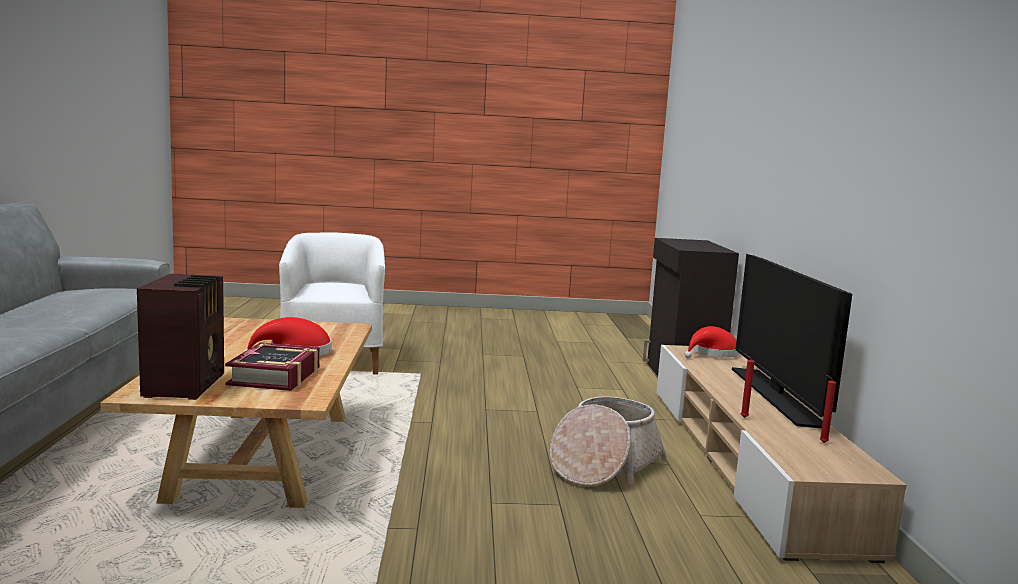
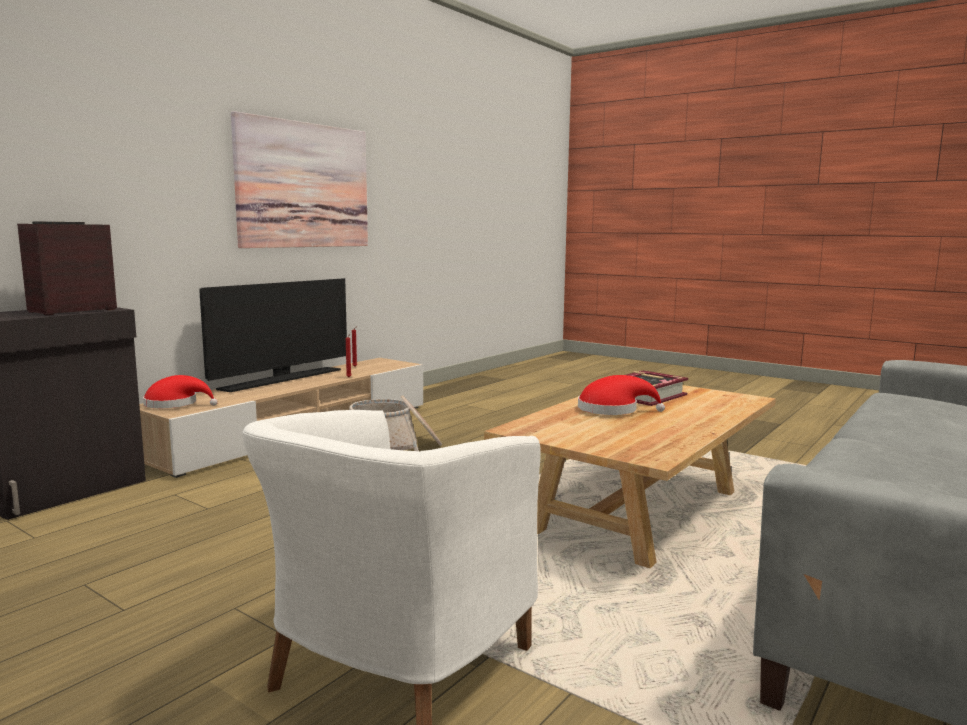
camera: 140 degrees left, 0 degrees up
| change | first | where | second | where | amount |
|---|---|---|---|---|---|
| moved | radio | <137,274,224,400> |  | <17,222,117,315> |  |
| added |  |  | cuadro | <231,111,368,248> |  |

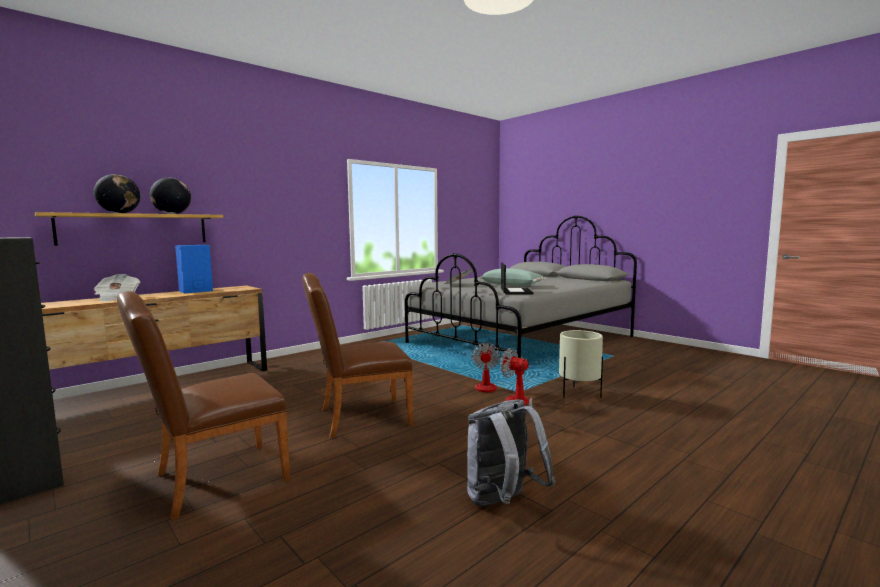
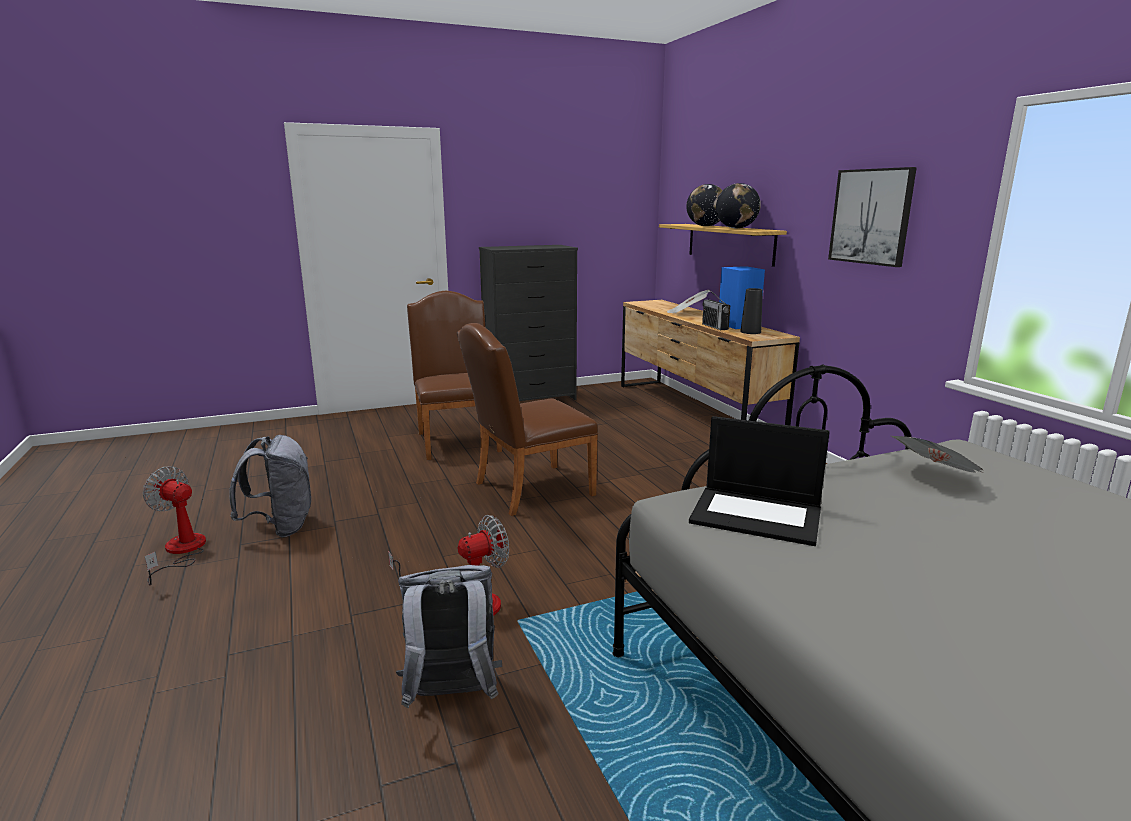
camera: 110 degrees right, 10 degrees up
| change | first | where | second | where | amount |
|---|---|---|---|---|---|
| turned | silla [marrón] | <302,273,413,438> |  | <457,323,598,516> | 120 degrees counterclockwise |
| moved | ventilador | <472,342,527,392> |  | <143,466,206,585> |  |
| removed | cojín [verde] | <480,268,546,286> |  |  |  |
| replaced | maceta [beis] | <559,330,603,398> | mochila [gris] | <396,565,502,708> |  |
| added |  |  | radio | <702,291,730,330> |  |
| added |  |  | florero [negro] | <740,288,763,334> |  |
| added |  |  | cuadro | <828,167,917,267> |  |

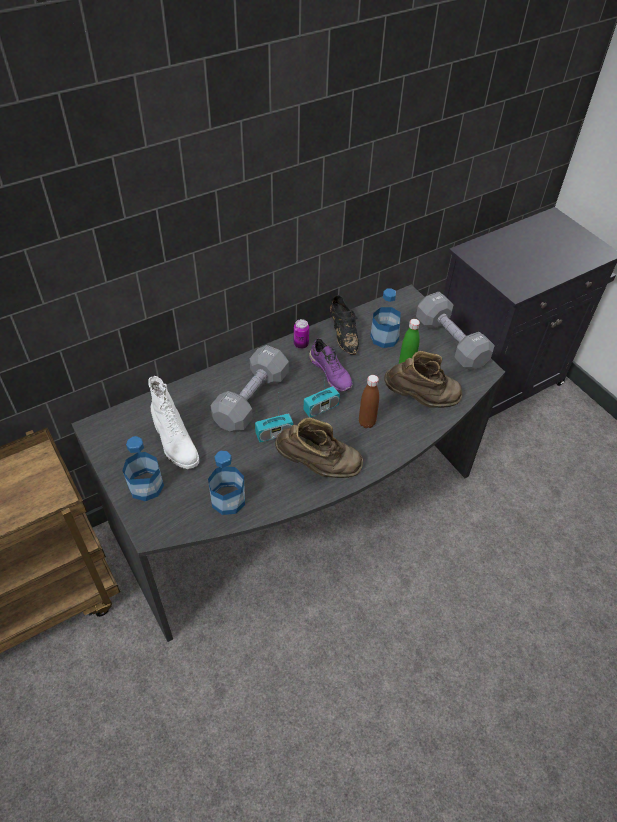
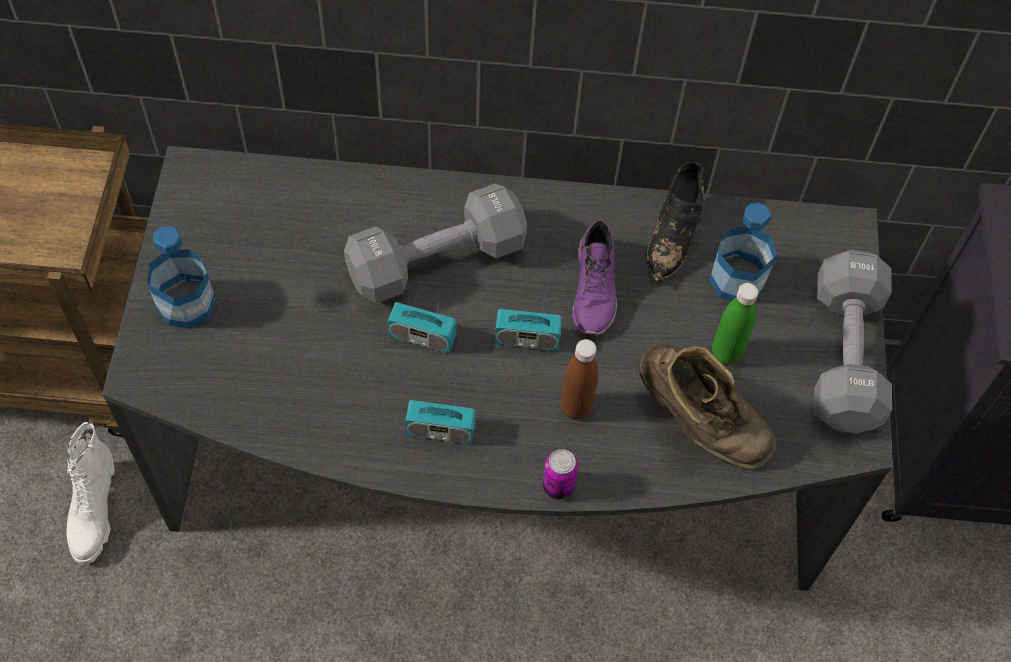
camera: 35 degrees right, 10 degrees up
| change | first | where | second | where | amount |
|---|---|---|---|---|---|
| moved | bota [blanco] | <149,376,199,469> |  | <66,422,115,564> |  |
| removed | botella | <208,451,245,515> |  |  |  |
| replaced | bota [marrón] | <275,417,363,478> | radio | <405,388,476,444> |  |
| moved | lata | <294,319,309,349> |  | <543,449,578,499> |  |

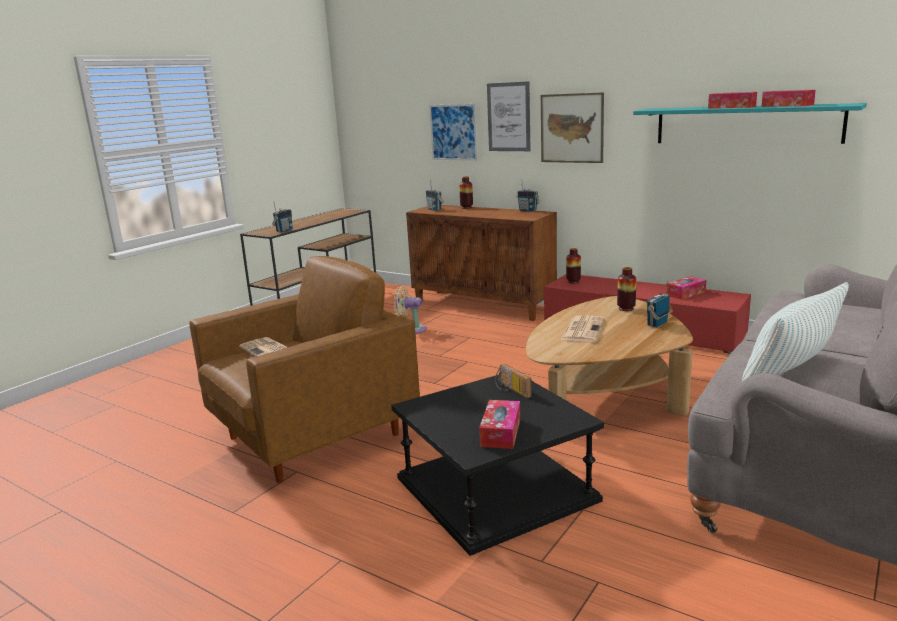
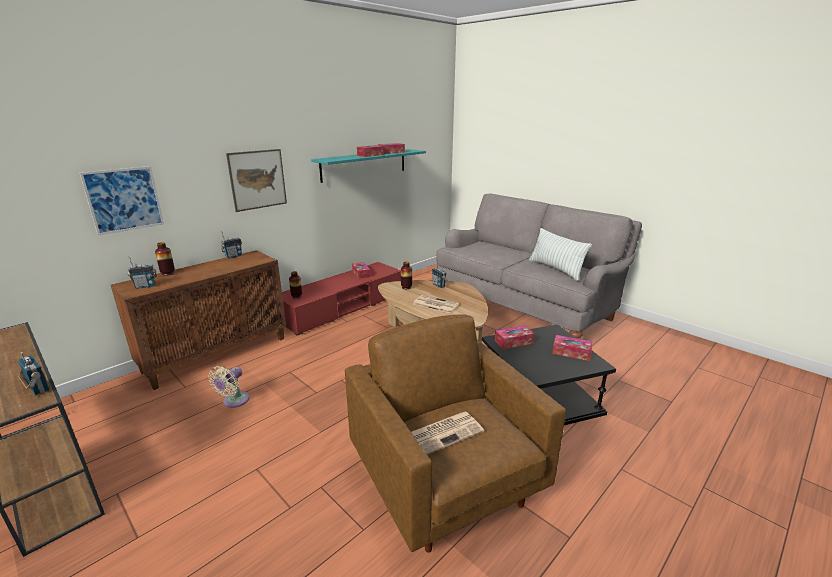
camera: 80 degrees left, 5 degrees up
| change | first | where | second | where | amount |
|---|---|---|---|---|---|
| removed | cuadro | <487,81,531,151> |  |  |  |
| replaced | radio | <495,364,532,398> | caja de pañuelos | <495,325,535,349> |  |

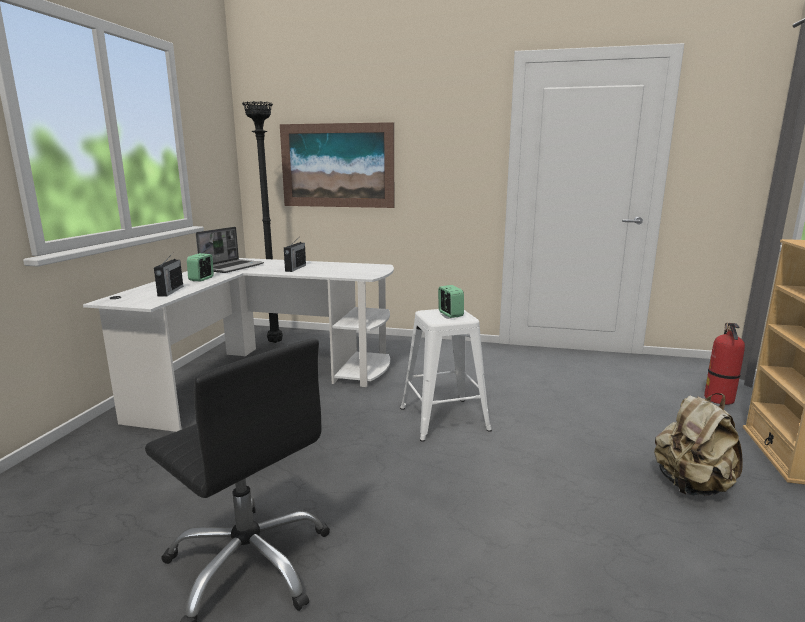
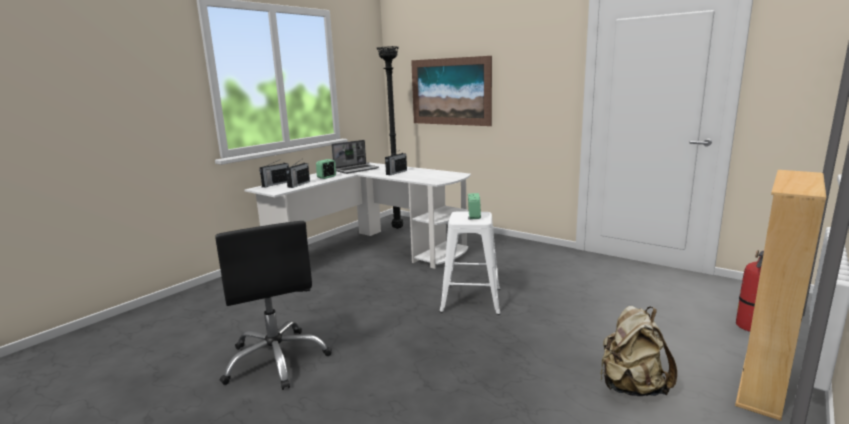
camera: 25 degrees right, 0 degrees up
| change | first | where | second | where | amount |
|---|---|---|---|---|---|
| added |  |  | radio | <259,160,289,187> |  |

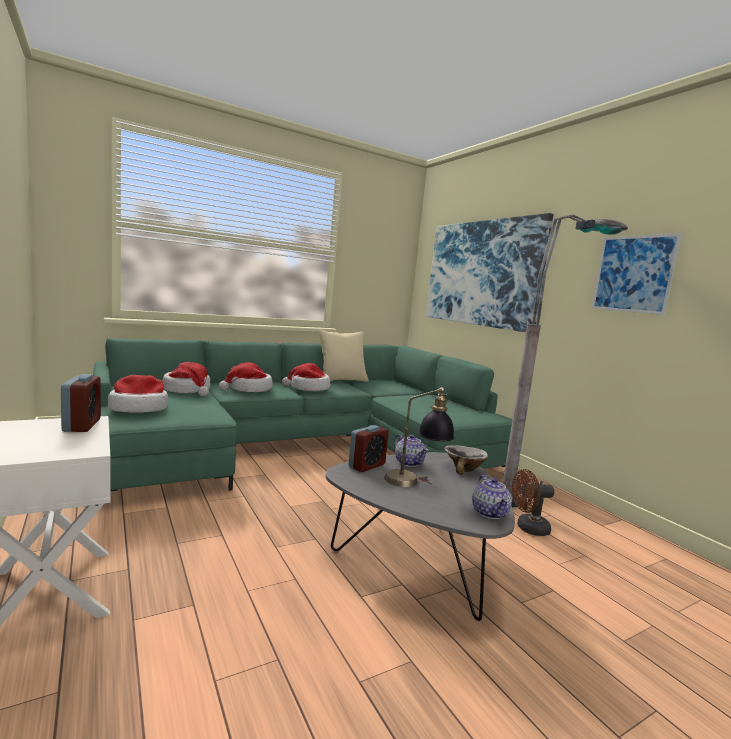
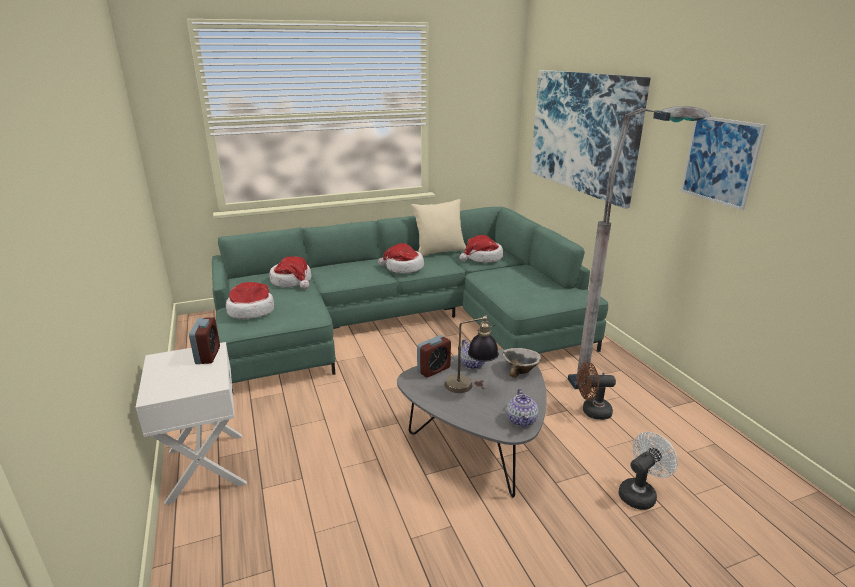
camera: 10 degrees right, 15 degrees up
| change | first | where | second | where | amount |
|---|---|---|---|---|---|
| moved | sombrero | <219,362,273,392> |  | <459,235,503,263> |  |
| added |  |  | ventilador [blanco] | <619,432,678,510> |  |

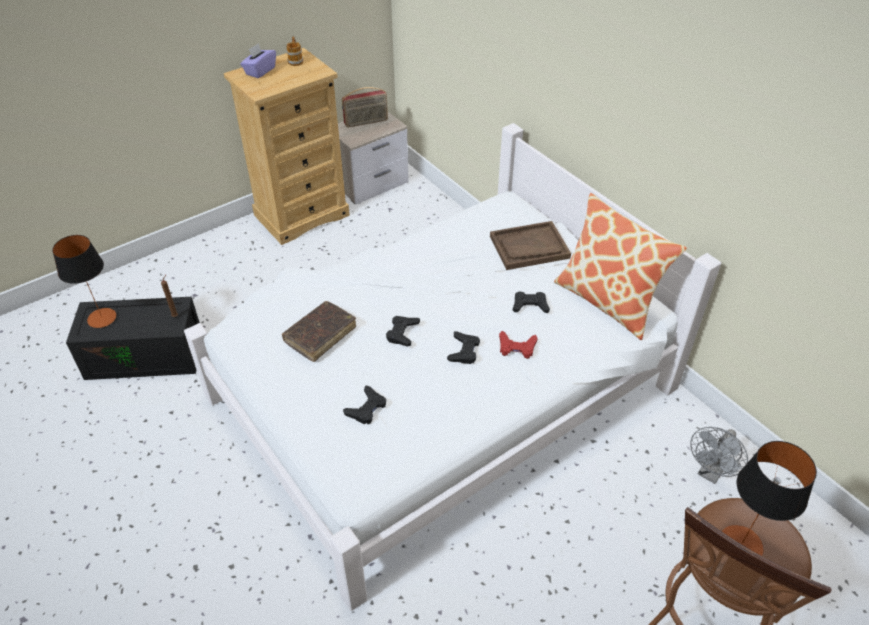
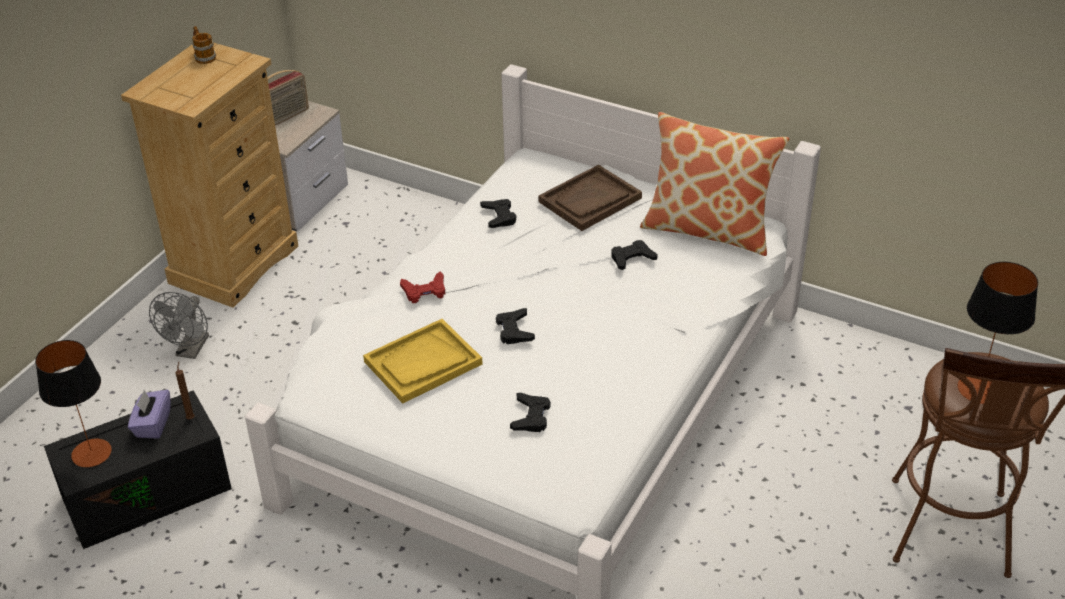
camera: 25 degrees left, 5 degrees down
| change | first | where | second | where | amount |
|---|---|---|---|---|---|
| moved | caja de pañuelos [morado] | <240,43,276,78> |  | <128,390,171,439> |  |
| replaced | libro [marrón] | <282,301,356,362> | bandeja [amarillo] | <363,319,483,403> |  |
| moved | mando de consola [negro] | <447,332,480,364> |  | <480,199,517,228> |  |
| moved | mando de consola [rojo] | <499,331,538,359> |  | <400,272,445,303> |  |
| moved | ventilador [gris] | <690,427,748,484> |  | <149,292,209,359> |  |

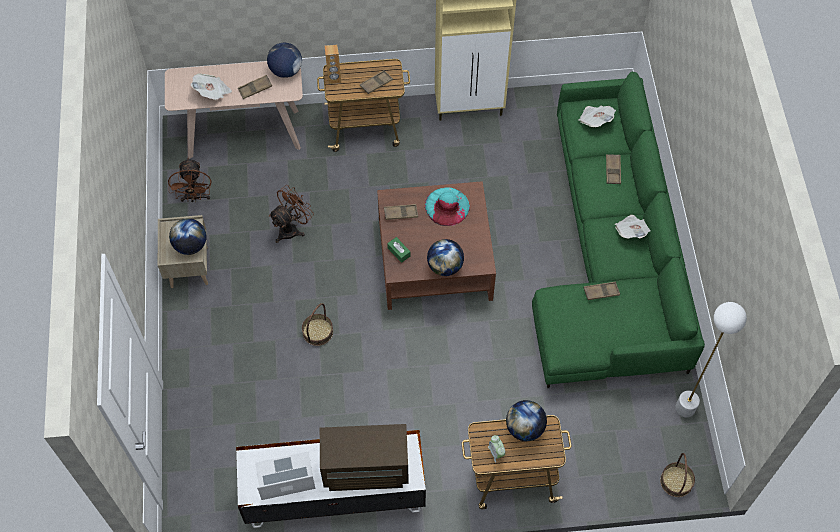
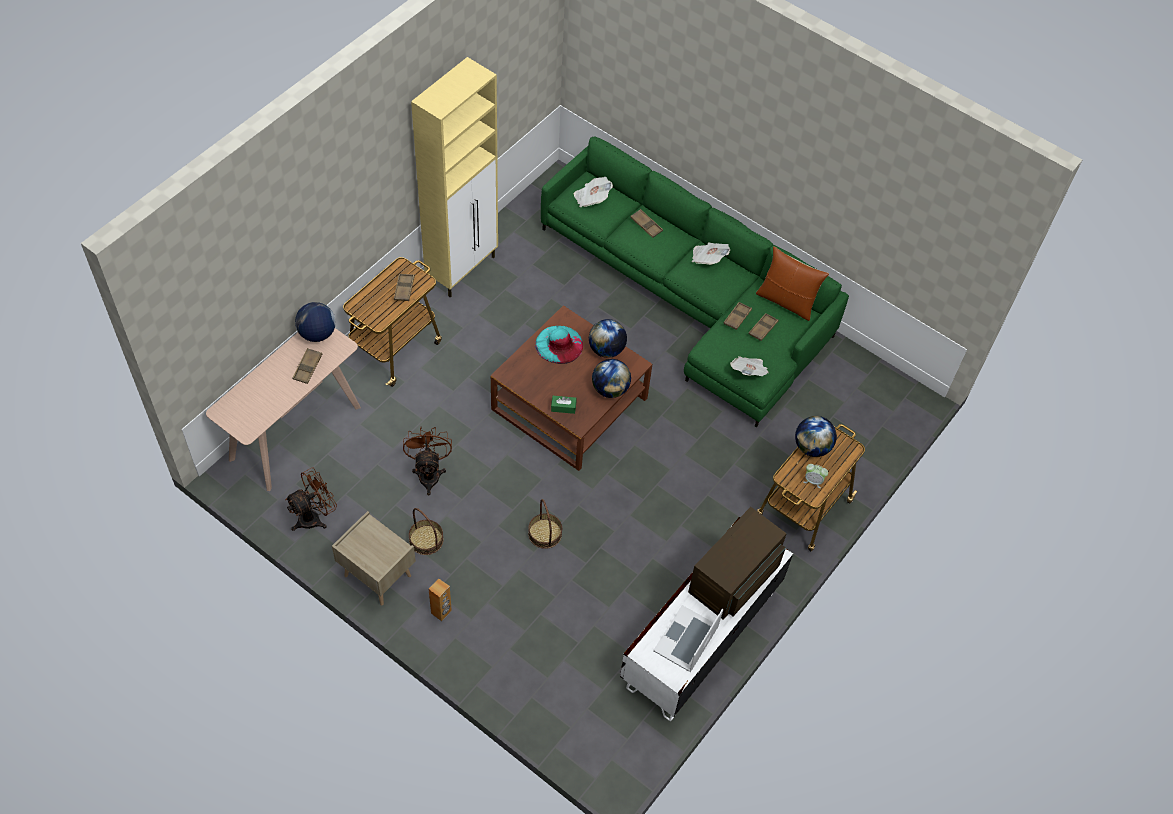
camera: 50 degrees left, 5 degrees down
| change | first | where | second | where | amount |
|---|---|---|---|---|---|
| turned | ventilador [marrón] | <168,158,211,202> |  | <285,467,337,531> | 75 degrees counterclockwise |
| moved | globo terráqueo | <169,218,207,255> |  | <589,319,627,358> |  |
| moved | periódico | <190,73,232,100> |  | <730,356,769,376> |  |
| moved | altavoz [marrón] | <325,45,341,84> |  | <429,578,452,621> |  |
| moved | bandeja [marrón] | <384,204,418,220> |  | <748,313,779,341> |  |
| moved | cesta | <660,453,695,497> |  | <409,508,444,555> |  |
| removed | lámpara de pie [blanco] | <675,302,747,417> |  |  |  |
| added |  |  | cojín [marrón] | <756,246,829,321> |  |

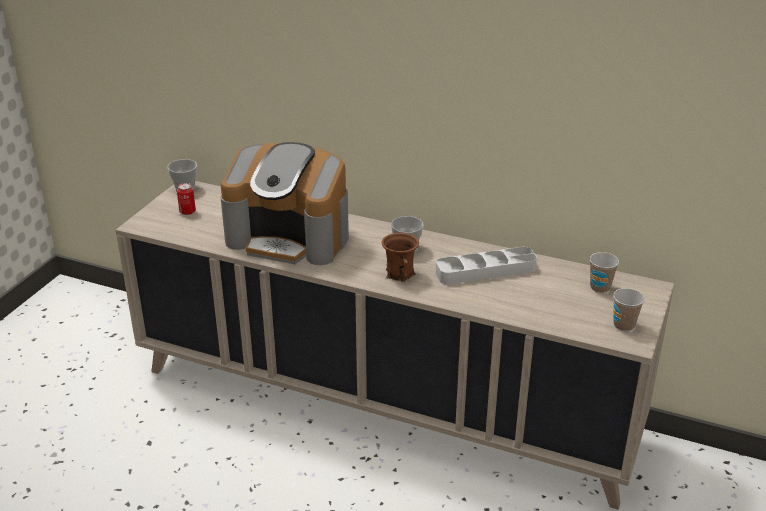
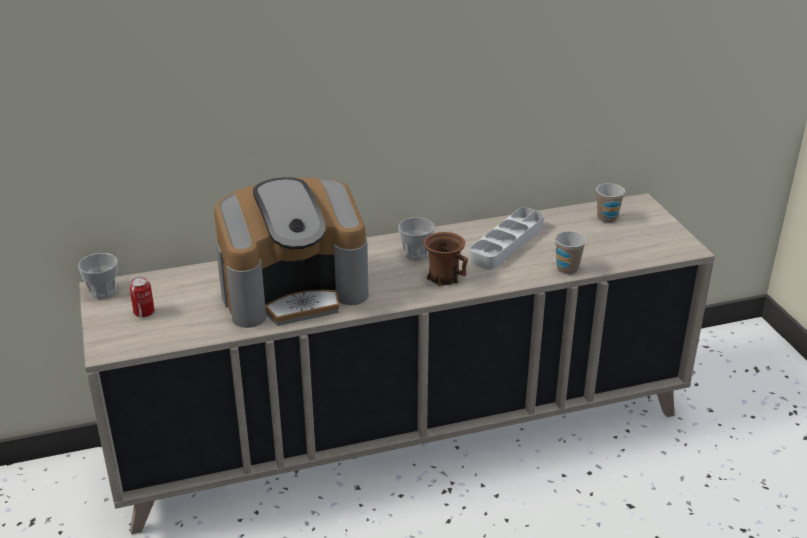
camera: 40 degrees left, 0 degrees up
| change | first | where | second | where | amount |
|---|---|---|---|---|---|
| moved | taza | <613,288,645,331> |  | <555,231,586,275> |  |

